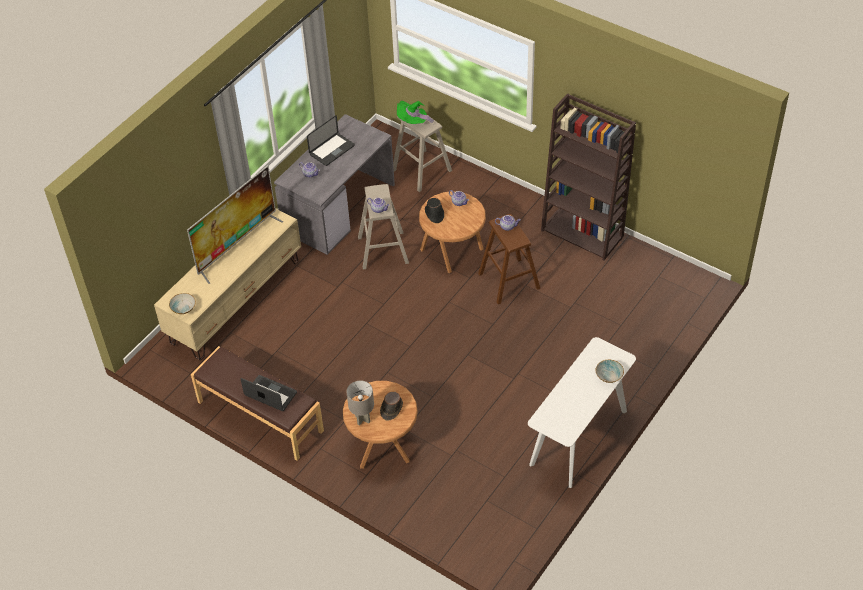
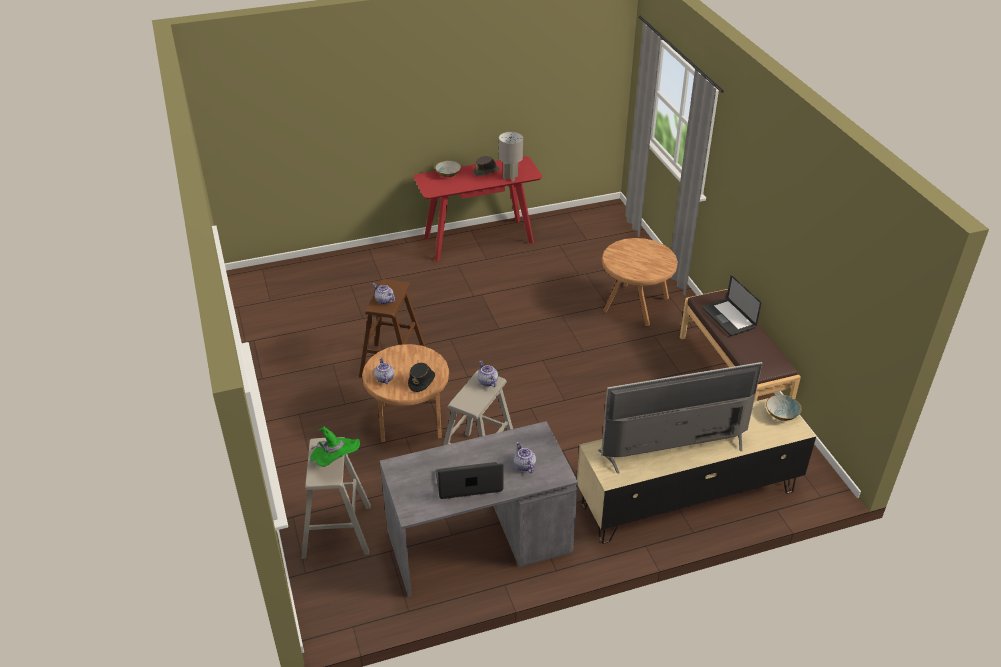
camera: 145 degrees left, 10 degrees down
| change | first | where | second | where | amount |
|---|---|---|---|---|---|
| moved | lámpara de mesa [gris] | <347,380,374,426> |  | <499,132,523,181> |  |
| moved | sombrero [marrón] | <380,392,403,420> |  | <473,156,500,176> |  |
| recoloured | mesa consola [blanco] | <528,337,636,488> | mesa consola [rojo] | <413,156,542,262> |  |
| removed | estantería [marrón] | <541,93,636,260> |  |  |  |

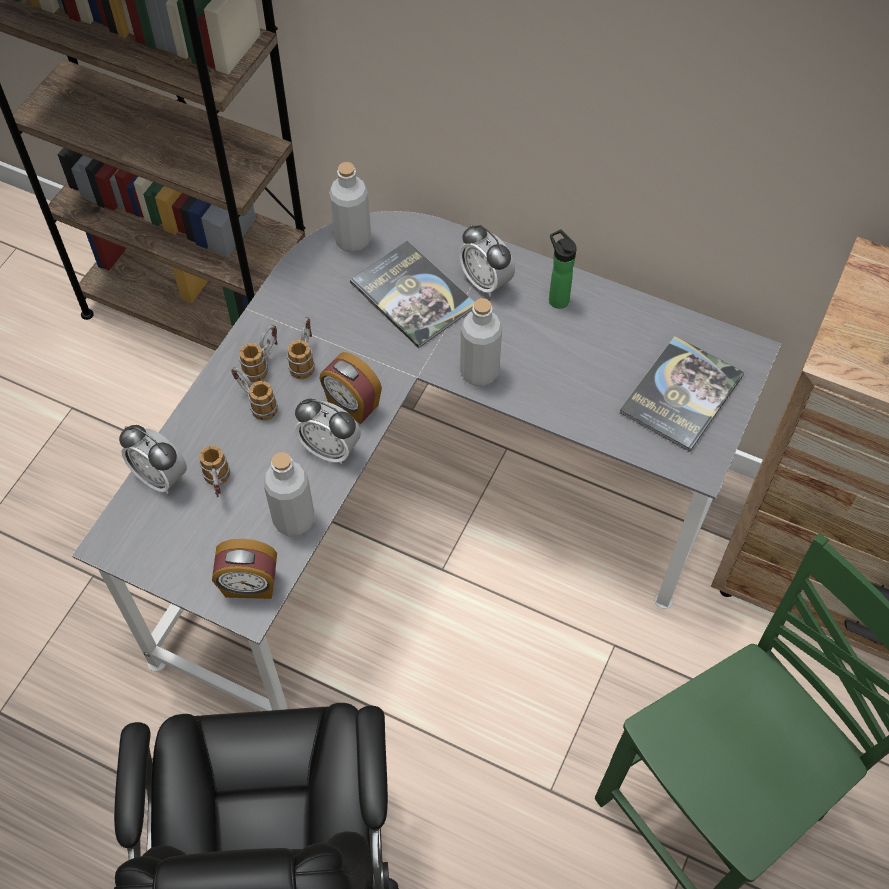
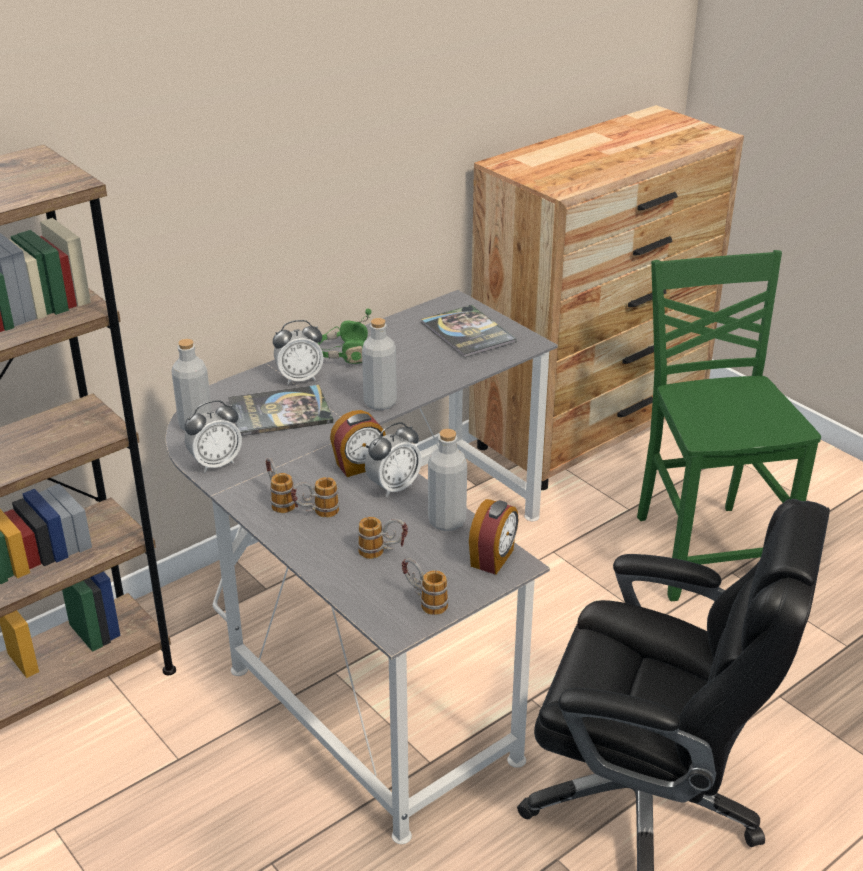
camera: 65 degrees left, 25 degrees down
| change | first | where | second | where | amount |
|---|---|---|---|---|---|
| moved | despertador | <119,425,187,494> |  | <184,400,242,472> |  |
| moved | taza grande | <287,317,315,379> |  | <402,558,449,615> |  |
| replaced | botella | <549,230,577,309> | auriculares [verde] | <318,309,371,364> |  |

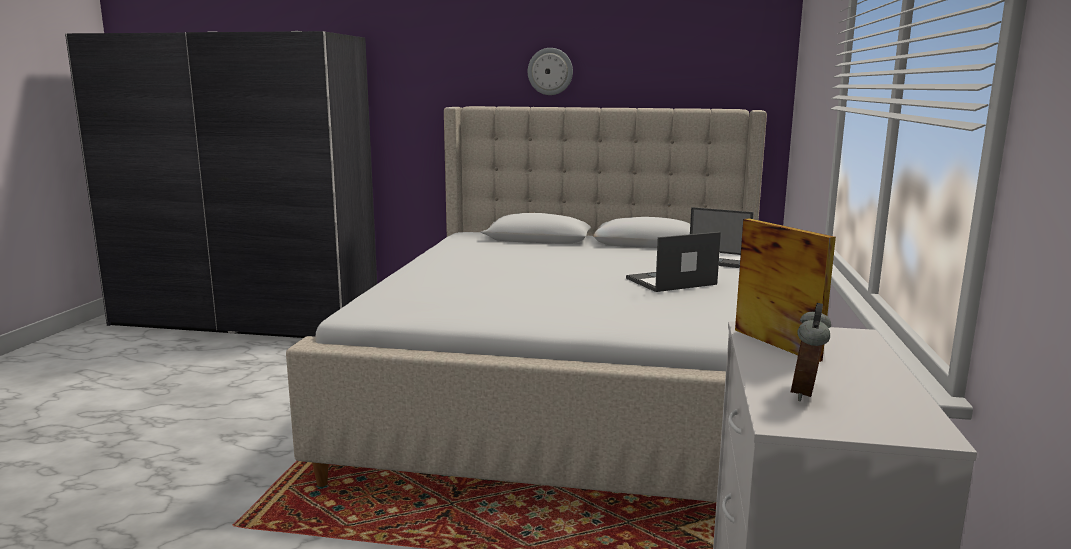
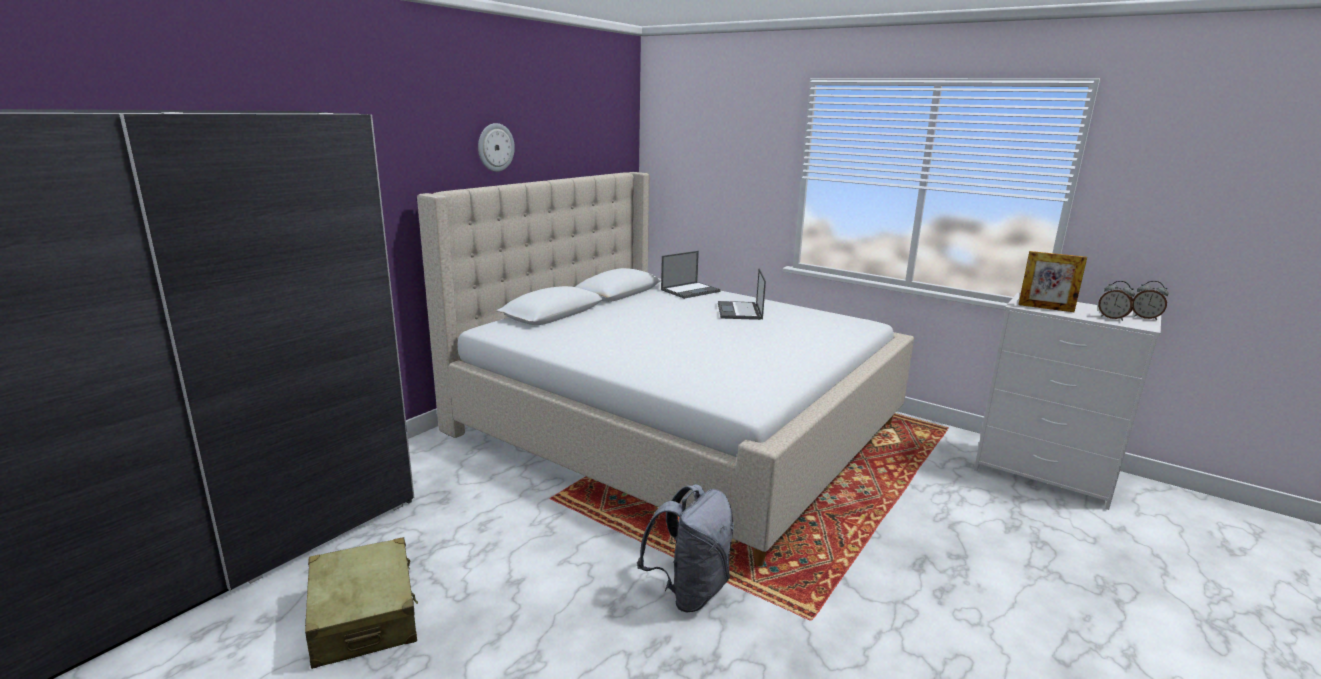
camera: 65 degrees left, 5 degrees up
| change | first | where | second | where | amount |
|---|---|---|---|---|---|
| turned | portarretratos | <735,218,836,362> |  | <1018,251,1087,312> | 150 degrees counterclockwise |
| added |  |  | maleta [beis] | <305,537,418,669> |  |
| added |  |  | mochila [gris] | <637,484,734,612> |  |
| added |  |  | despertador | <1133,281,1169,320> |  |

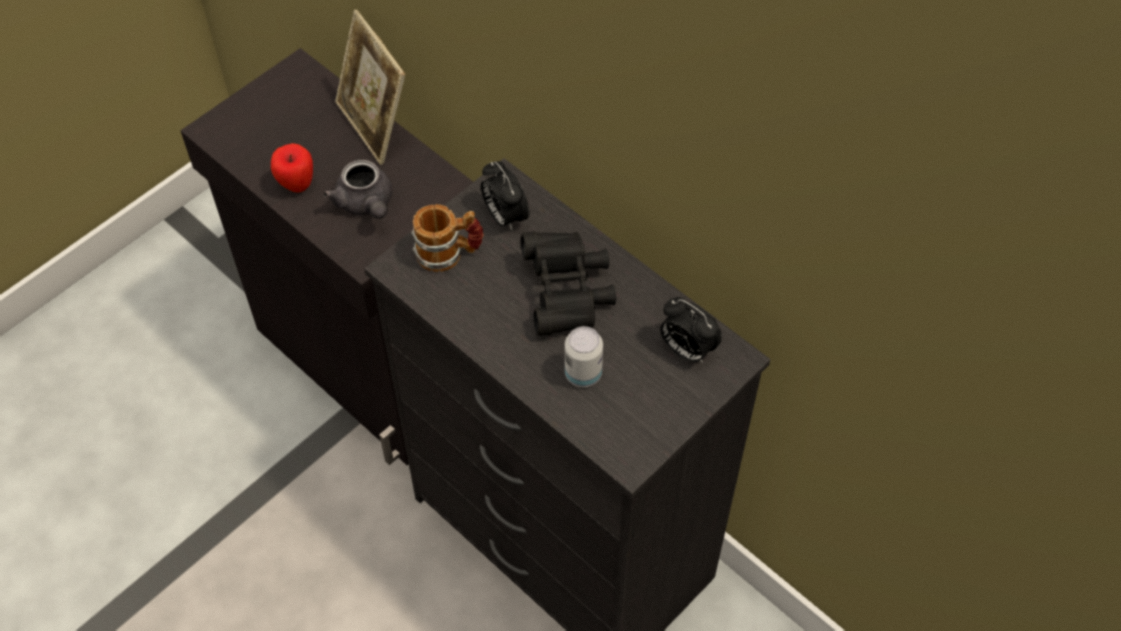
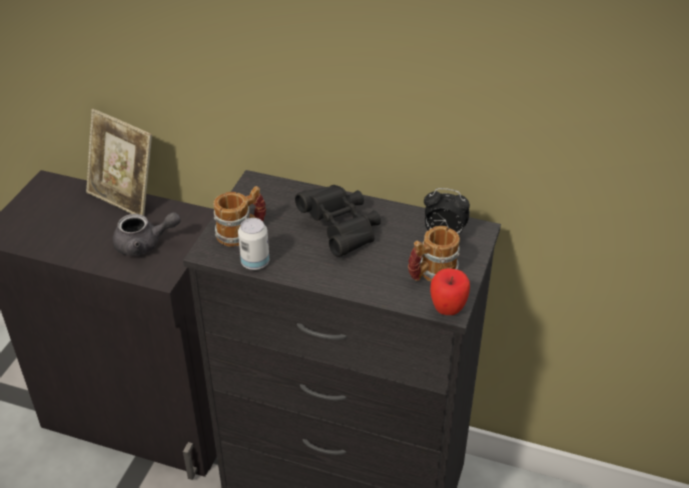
camera: 25 degrees left, 15 degrees down
| change | first | where | second | where | amount |
|---|---|---|---|---|---|
| moved | manzana | <271,143,313,193> |  | <430,268,470,315> |  |
| turned | tetera [gris] | <323,160,392,219> |  | <113,212,181,256> | 45 degrees counterclockwise |
| removed | despertador | <481,161,529,232> |  |  |  |
| moved | lata | <565,326,603,387> |  | <238,218,269,270> |  |
| added |  |  | taza grande | <408,226,460,282> |  |

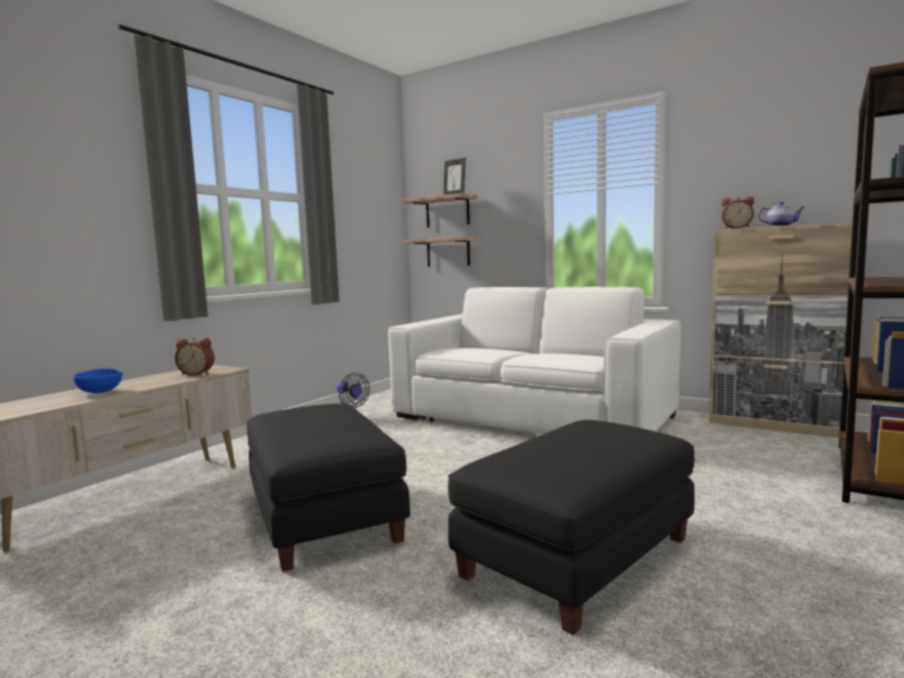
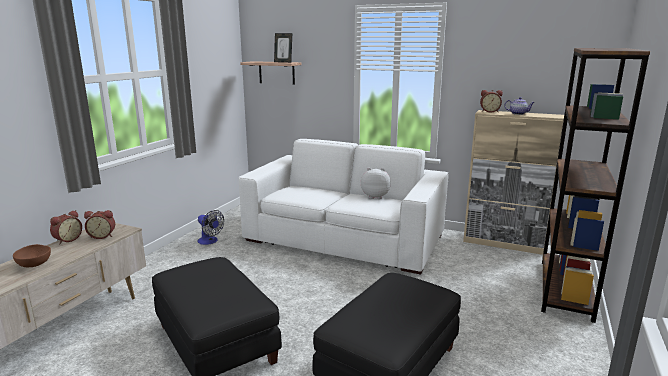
camera: 10 degrees left, 10 degrees up
| change | first | where | second | where | amount |
|---|---|---|---|---|---|
| recoloured | cuenco [azul] | <73,368,122,393> | cuenco [marrón] | <13,244,51,267> |  |
| removed | estante | <403,237,478,267> |  |  |  |
| added |  |  | despertador | <50,210,82,244> |  |
| added |  |  | peluche | <361,168,391,199> |  |

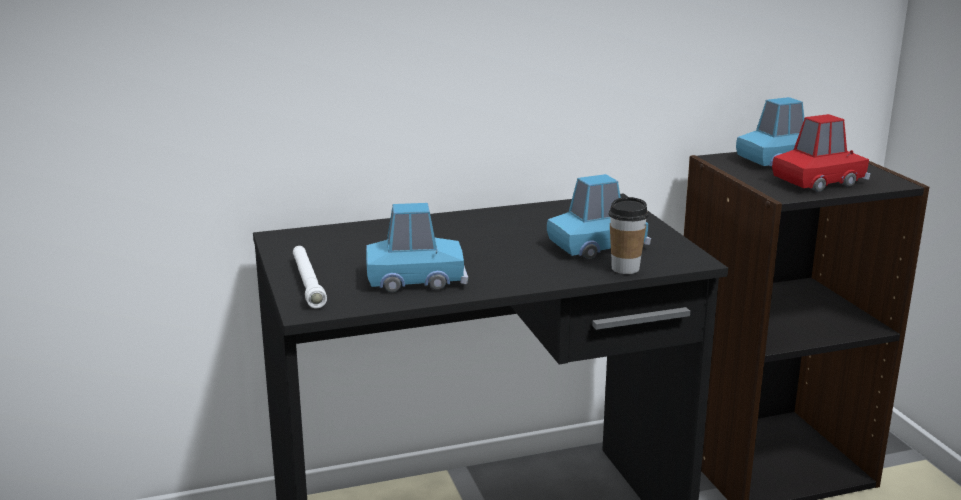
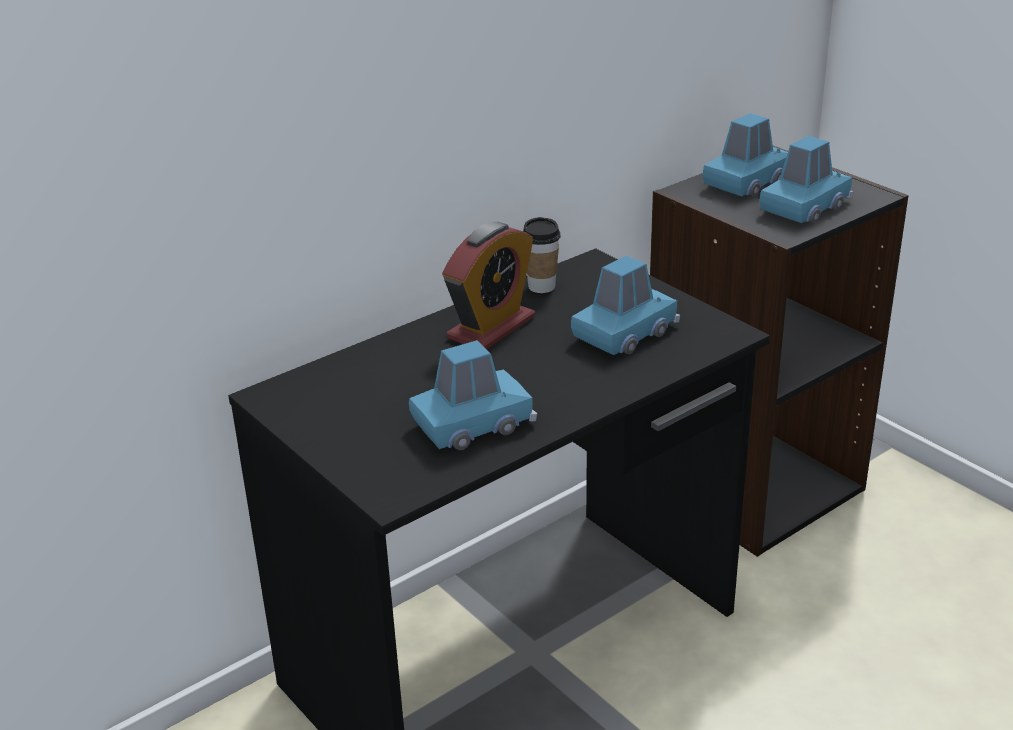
camera: 20 degrees left, 10 degrees up
| change | first | where | second | where | amount |
|---|---|---|---|---|---|
| removed | linterna [blanco] | <293,246,327,308> |  |  |  |
| moved | taza | <609,197,649,274> |  | <523,217,561,293> |  |
| recoloured | coche de juguete [rojo] | <772,114,870,192> | coche de juguete [azul] | <759,136,854,223> |  |
| added |  |  | despertador | <442,222,535,349> |  |

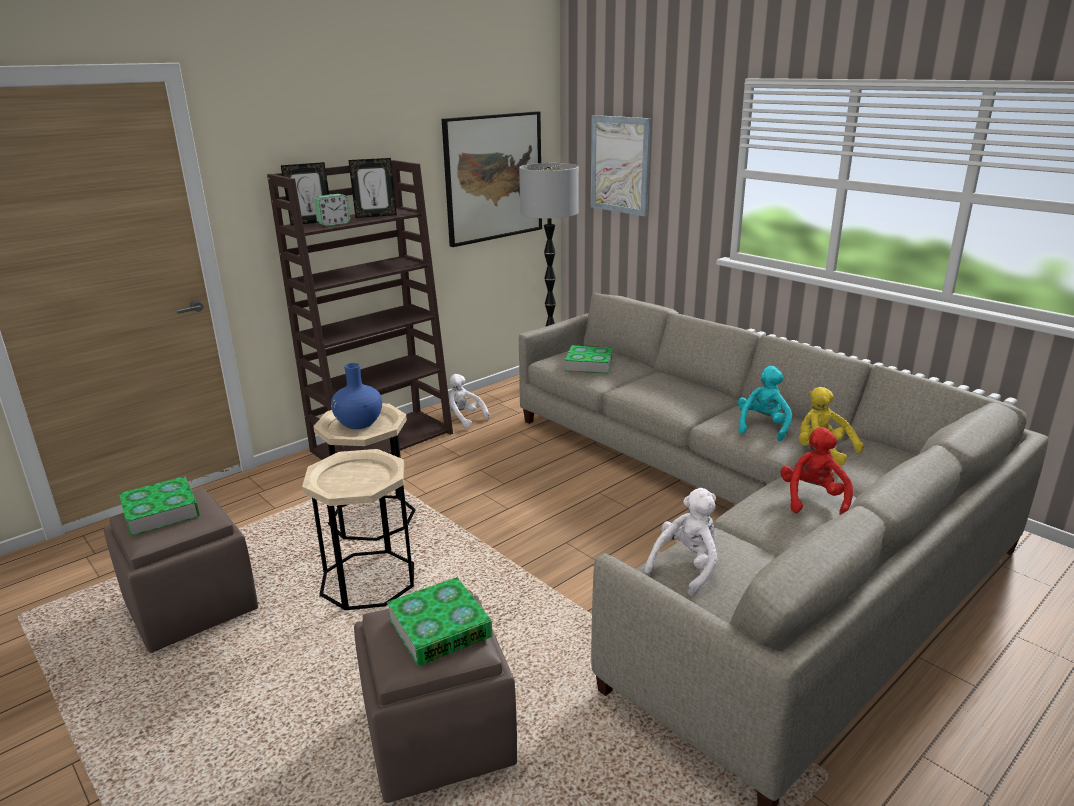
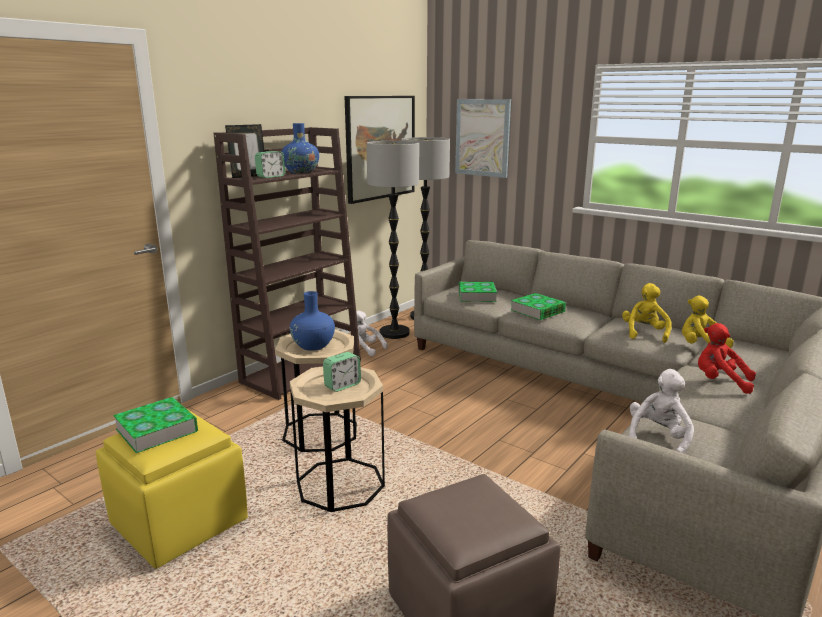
camera: 10 degrees left, 5 degrees down
| change | first | where | second | where | amount |
|---|---|---|---|---|---|
| recoloured | puf [marrón] | <104,488,258,653> | puf [amarillo] | <96,409,248,569> |  |
| replaced | portarretratos | <349,158,397,218> | florero [azul] | <281,123,319,174> |  |
| moved | libro | <387,577,493,666> |  | <511,293,566,320> |  |
| recoloured | peluche [turquesa] | <738,366,792,441> | peluche [amarillo] | <622,283,672,343> |  |
| turned | peluche [rojo] | <781,427,853,515> |  | <698,323,756,394> | 60 degrees counterclockwise |
| added |  |  | despertador | <323,352,361,392> |  |
| added |  |  | lámpara de pie | <366,141,419,339> |  |

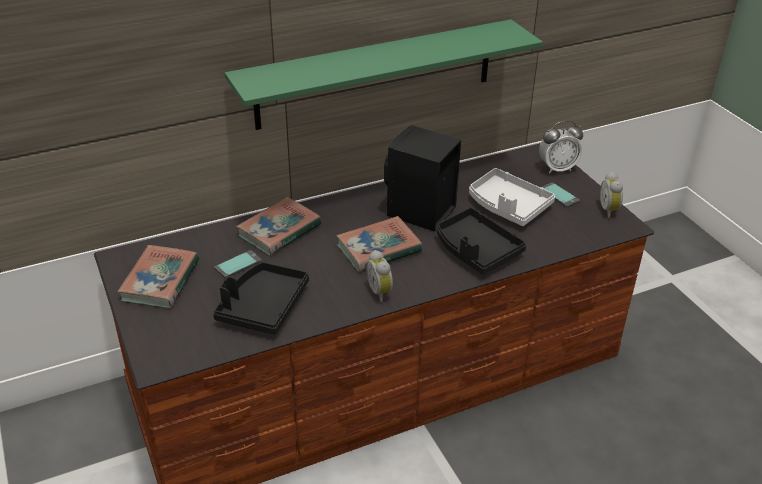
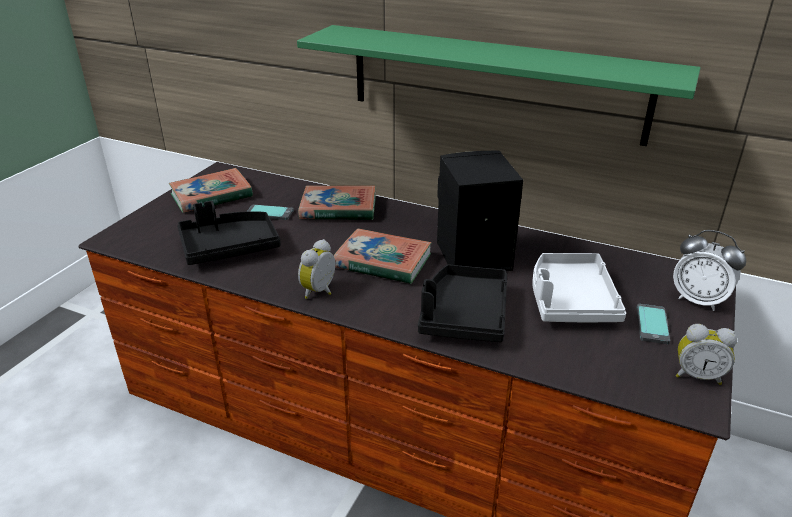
camera: 50 degrees right, 5 degrees down
| change | first | where | second | where | amount |
|---|---|---|---|---|---|
| turned | despertador | <600,171,623,218> |  | <676,324,737,385> | 120 degrees counterclockwise |

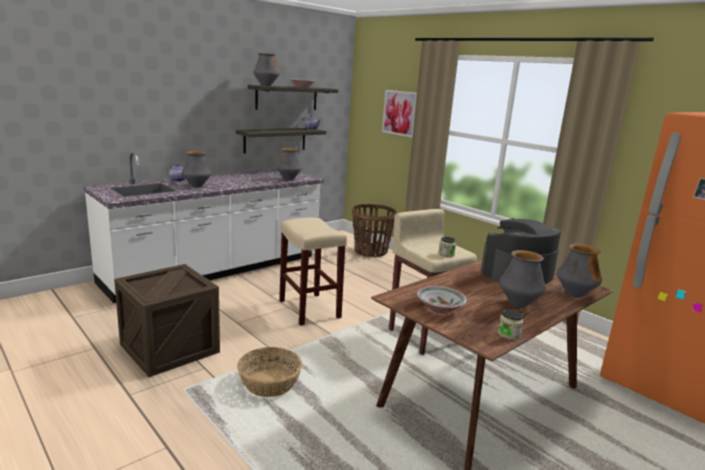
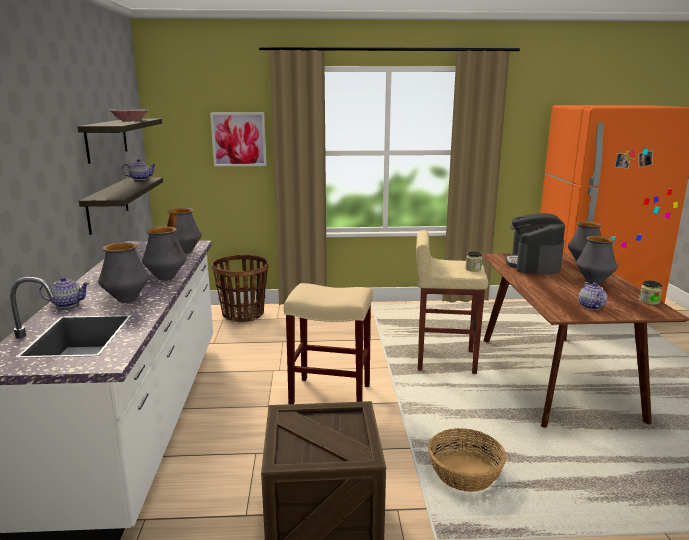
camera: 50 degrees left, 0 degrees up
| change | first | where | second | where | amount |
|---|---|---|---|---|---|
| moved | florero | <253,53,280,86> |  | <142,227,187,281> |  |
| replaced | cuenco | <417,286,467,314> | tetera | <578,282,607,310> |  |

